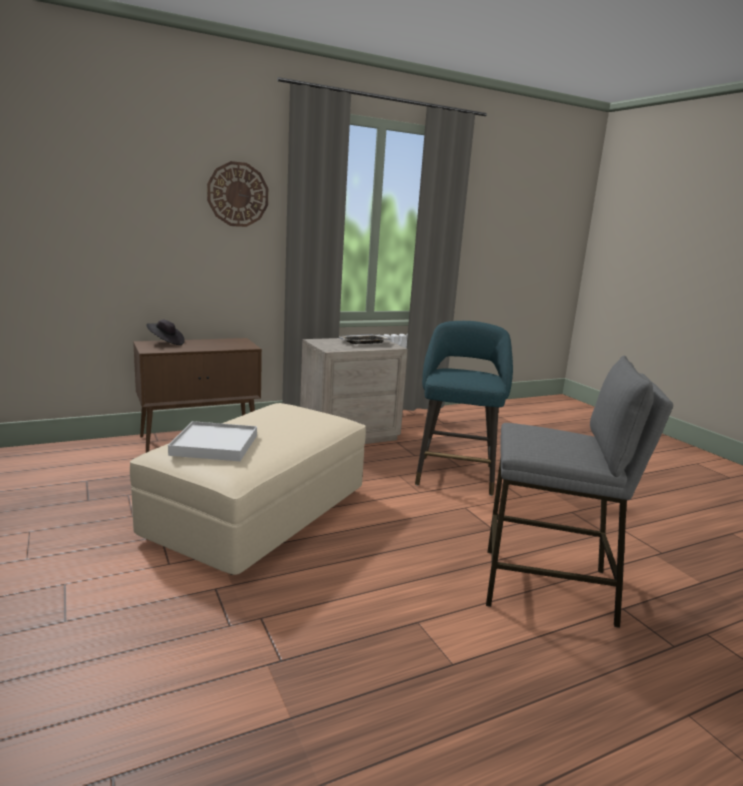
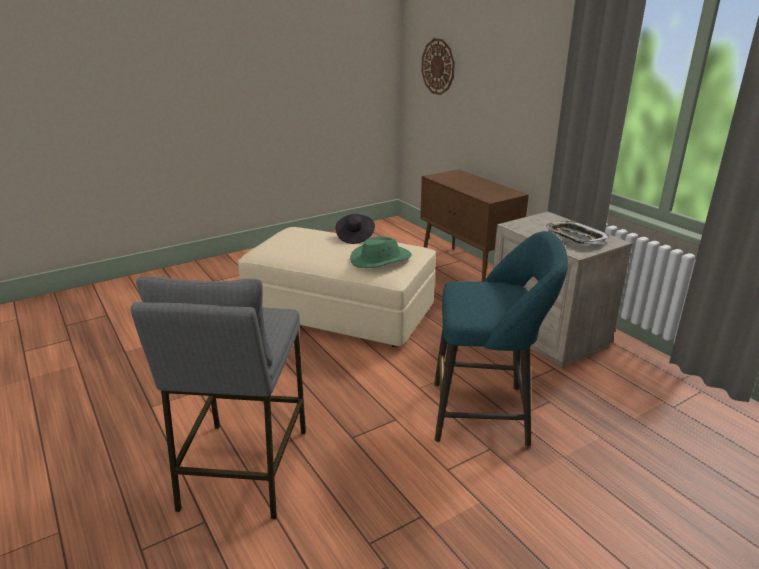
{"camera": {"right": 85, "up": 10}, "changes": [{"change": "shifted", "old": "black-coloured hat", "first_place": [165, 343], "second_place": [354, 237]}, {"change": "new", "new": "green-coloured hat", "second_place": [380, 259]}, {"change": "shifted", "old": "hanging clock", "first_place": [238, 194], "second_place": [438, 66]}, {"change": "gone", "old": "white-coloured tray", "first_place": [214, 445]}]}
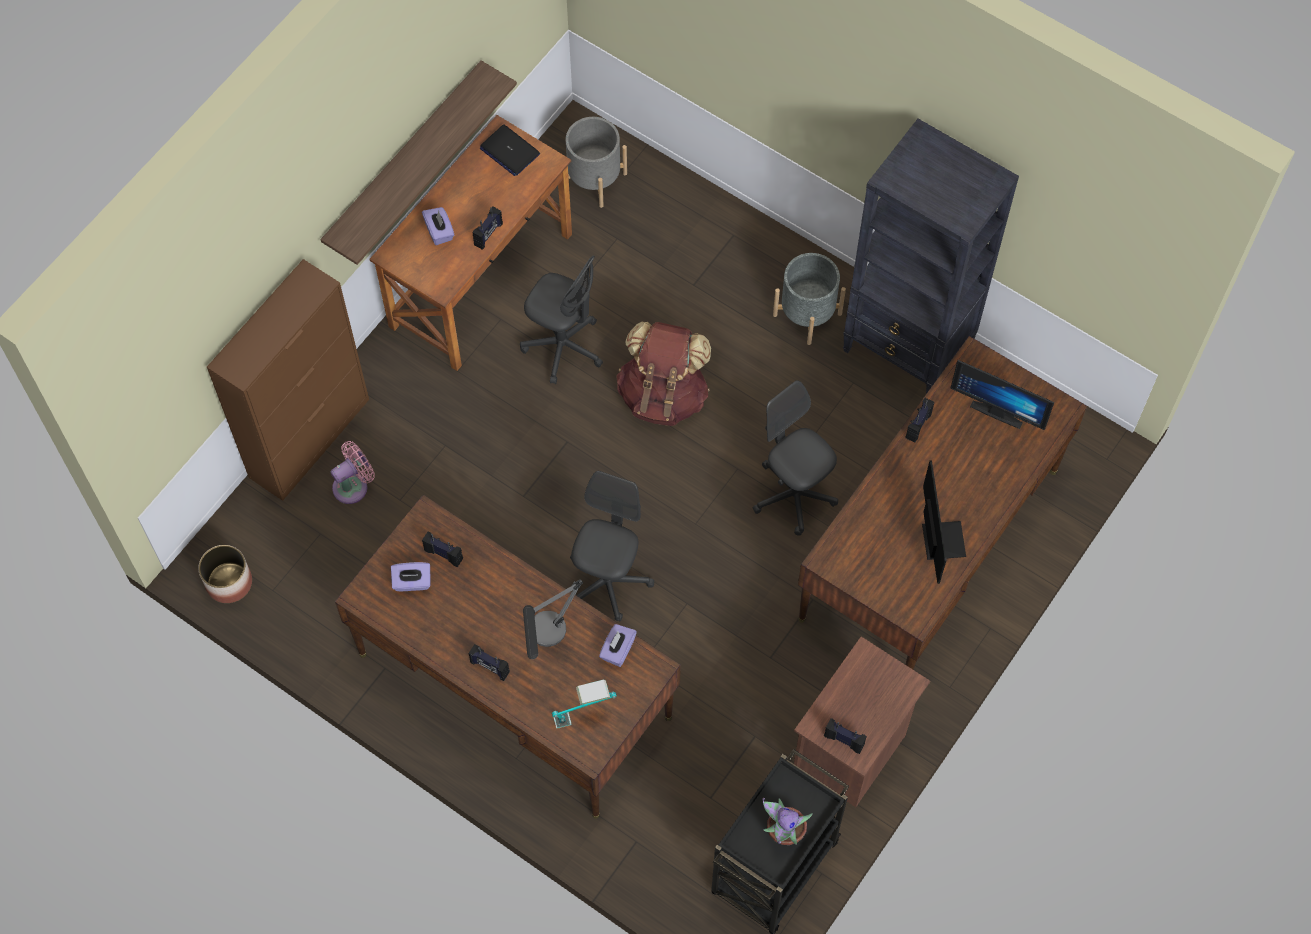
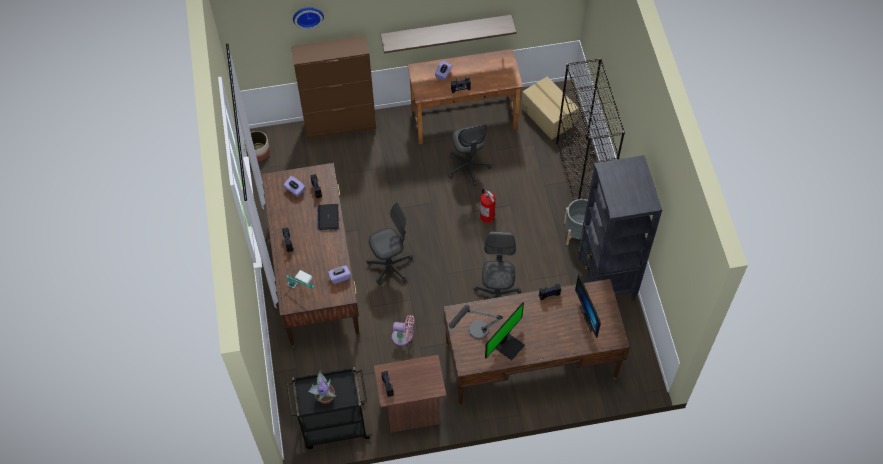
{"camera": {"right": 45, "up": -5}, "changes": [{"change": "new", "new": "hanging clock", "second_place": [308, 15]}, {"change": "shifted", "old": "portable computer", "first_place": [509, 151], "second_place": [328, 217]}, {"change": "shifted", "old": "pink-coloured cooling fan", "first_place": [353, 485], "second_place": [403, 337]}, {"change": "shifted", "old": "table lamp", "first_place": [546, 640], "second_place": [474, 333]}, {"change": "swapped", "old": "brown rucksack", "new": "fire-fighting cylinder", "first_place": [663, 395], "second_place": [487, 216]}, {"change": "swapped", "old": "grey flower pot", "new": "carton", "first_place": [594, 179], "second_place": [548, 115]}, {"change": "new", "new": "black-coloured bookshelf", "second_place": [582, 175]}]}
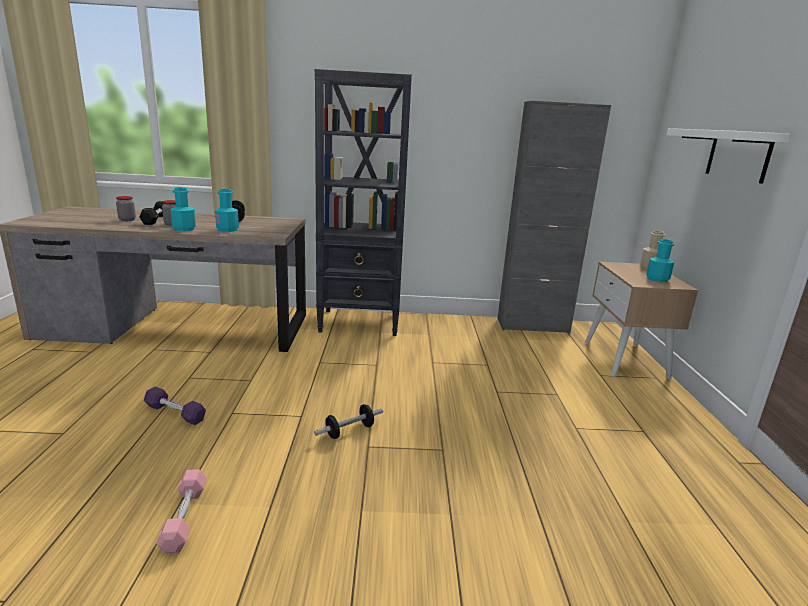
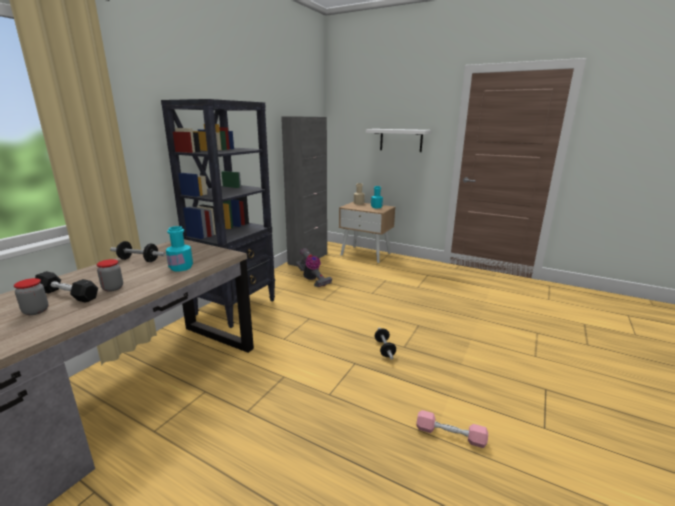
{"camera": {"right": -60, "up": 0}, "changes": [{"change": "new", "new": "hoover", "second_place": [312, 279]}, {"change": "gone", "old": "purplish hand weight", "first_place": [175, 413]}, {"change": "gone", "old": "turquoise drink bottle", "first_place": [184, 229]}]}
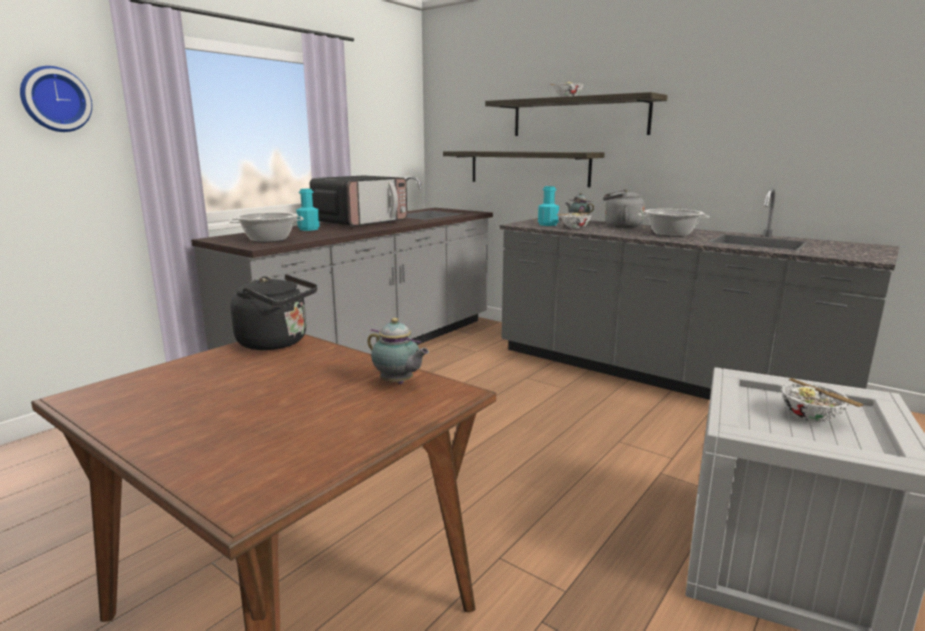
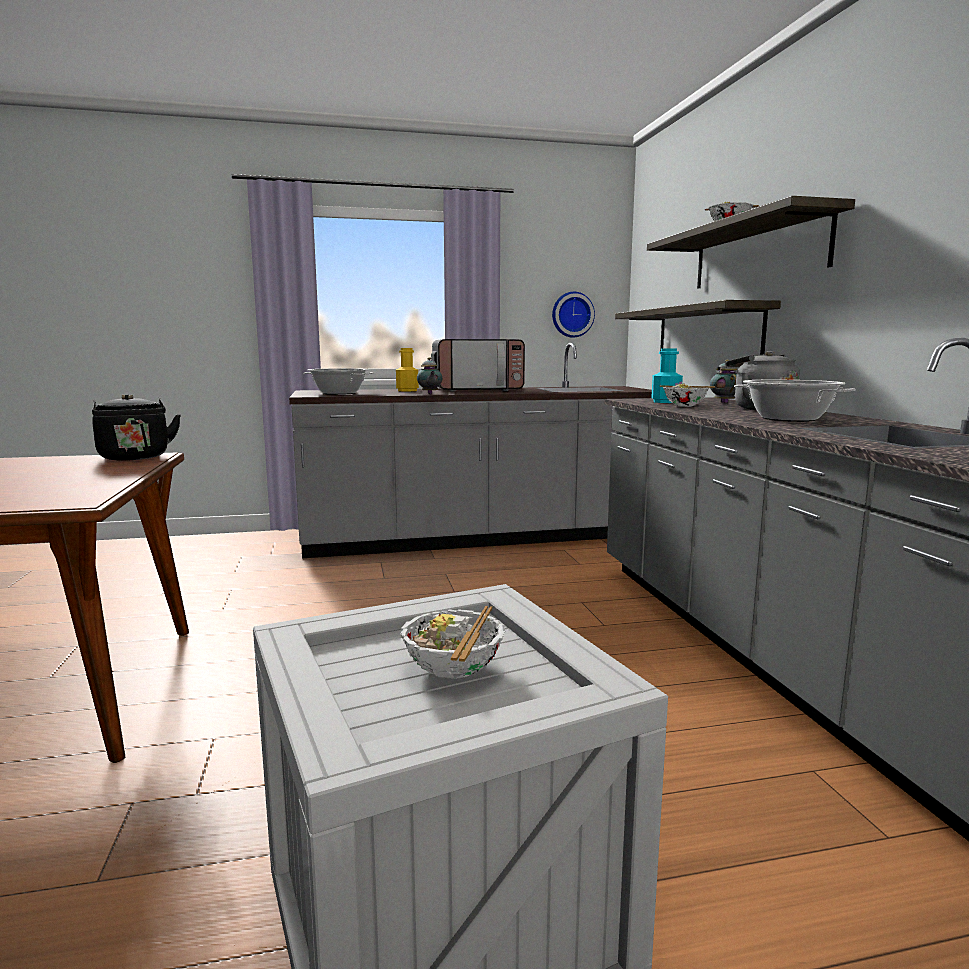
{"camera": {"right": 40, "up": -5}, "changes": [{"change": "repainted", "old": "turquoise drink bottle", "new": "yellowish drink bottle", "first_place": [309, 229], "second_place": [407, 390]}, {"change": "shifted", "old": "tea pot", "first_place": [398, 383], "second_place": [429, 394]}, {"change": "shifted", "old": "hanging clock", "first_place": [55, 99], "second_place": [572, 314]}]}
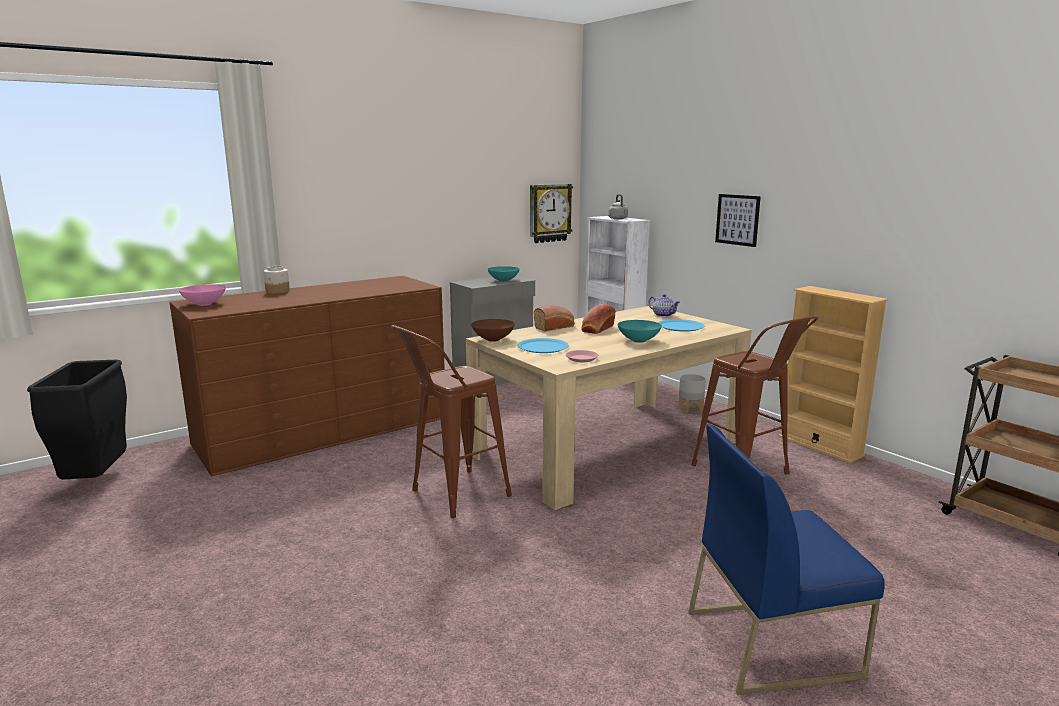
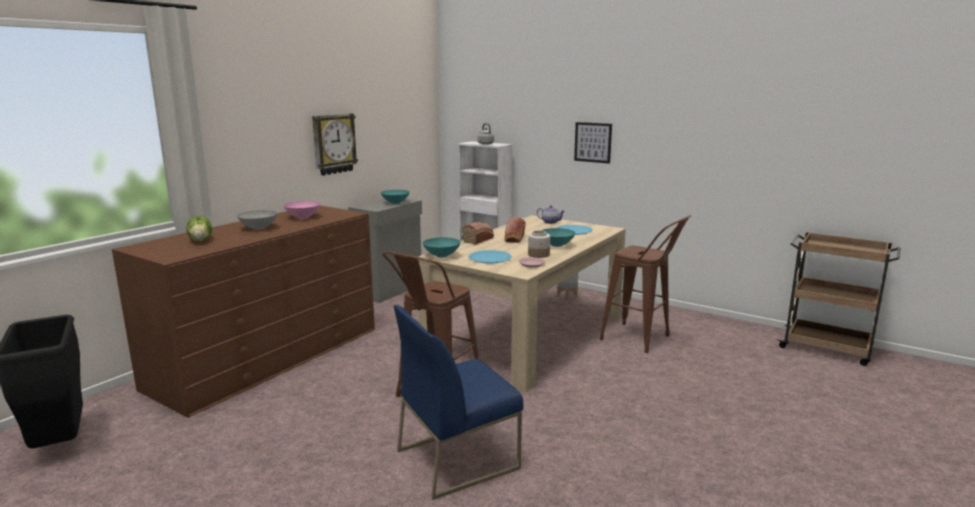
{"camera": {"right": -20, "up": 0}, "changes": [{"change": "new", "new": "head of lettuce", "second_place": [201, 240]}, {"change": "new", "new": "grey bowl", "second_place": [259, 228]}, {"change": "shifted", "old": "pink-coloured bowl", "first_place": [204, 304], "second_place": [302, 217]}, {"change": "shifted", "old": "hanging clock", "first_place": [549, 213], "second_place": [333, 144]}, {"change": "shifted", "old": "blue-coloured plain chair", "first_place": [772, 642], "second_place": [458, 458]}, {"change": "repainted", "old": "brown bowl", "new": "turquoise bowl", "first_place": [493, 339], "second_place": [441, 255]}, {"change": "shifted", "old": "storage jar", "first_place": [277, 291], "second_place": [539, 255]}, {"change": "gone", "old": "beige-coloured bookshelf", "first_place": [820, 446]}]}
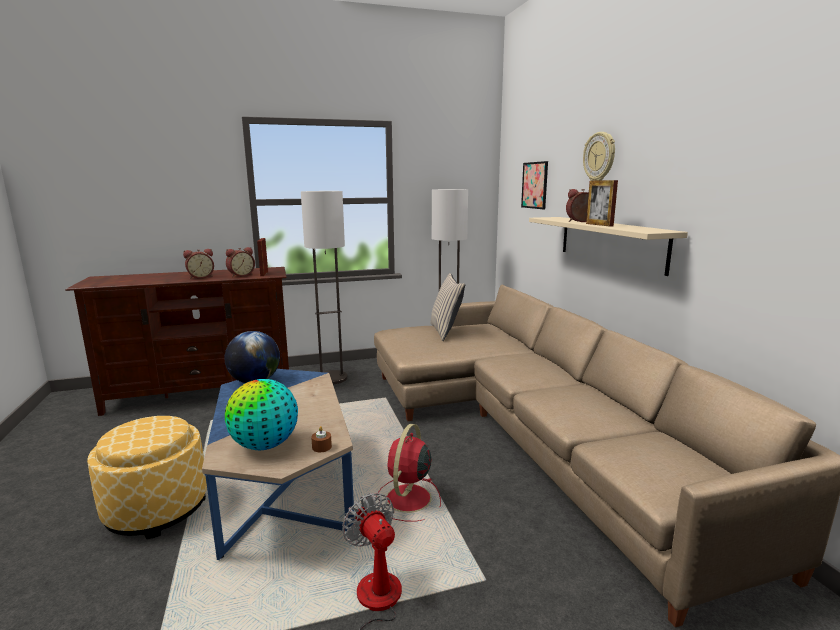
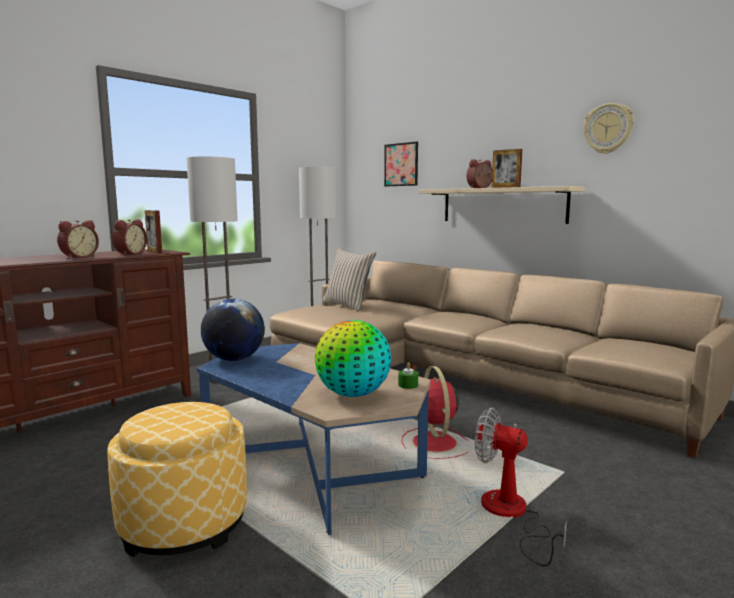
{"camera": {"right": -30, "up": -5}, "changes": [{"change": "repainted", "old": "brown candle", "new": "green-coloured candle", "first_place": [321, 447], "second_place": [408, 385]}, {"change": "shifted", "old": "hanging clock", "first_place": [599, 157], "second_place": [608, 128]}]}
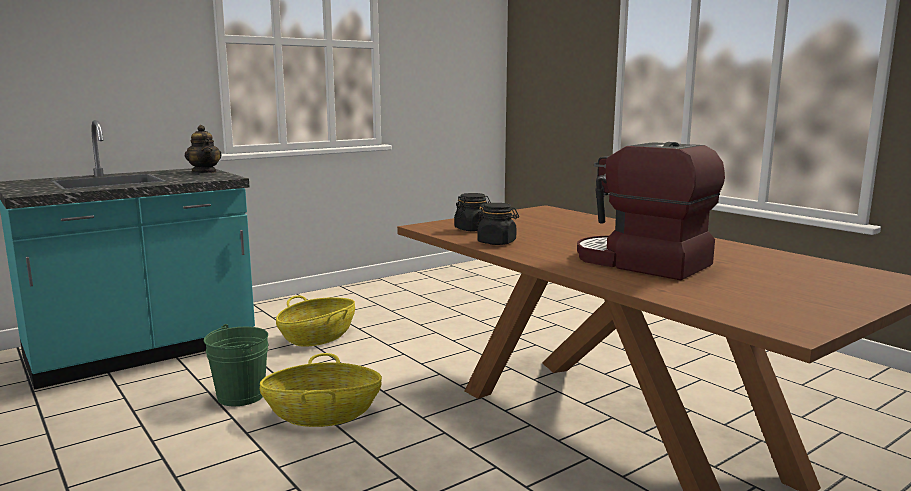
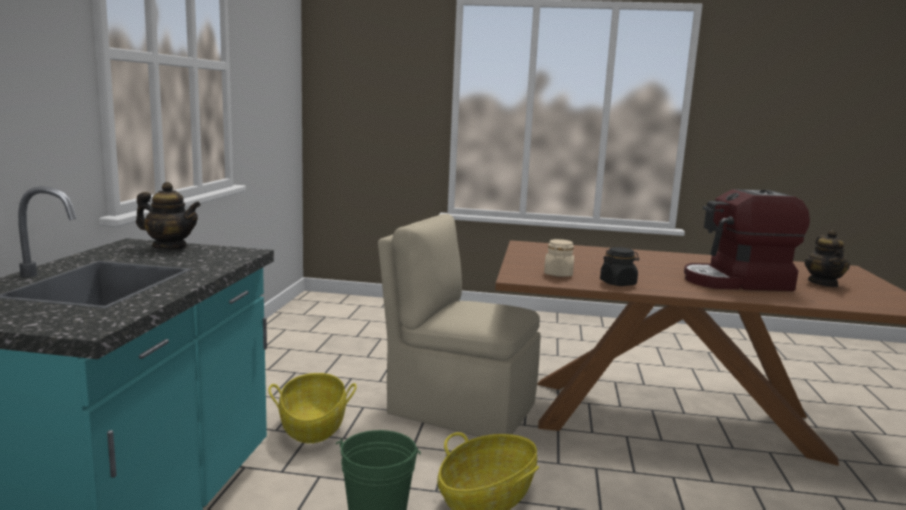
{"camera": {"right": -45, "up": 0}, "changes": [{"change": "new", "new": "beige-coloured plain chair", "second_place": [458, 407]}, {"change": "repainted", "old": "black-coloured storage jar", "new": "beige-coloured storage jar", "first_place": [472, 229], "second_place": [558, 274]}, {"change": "new", "new": "tea pot", "second_place": [823, 283]}]}
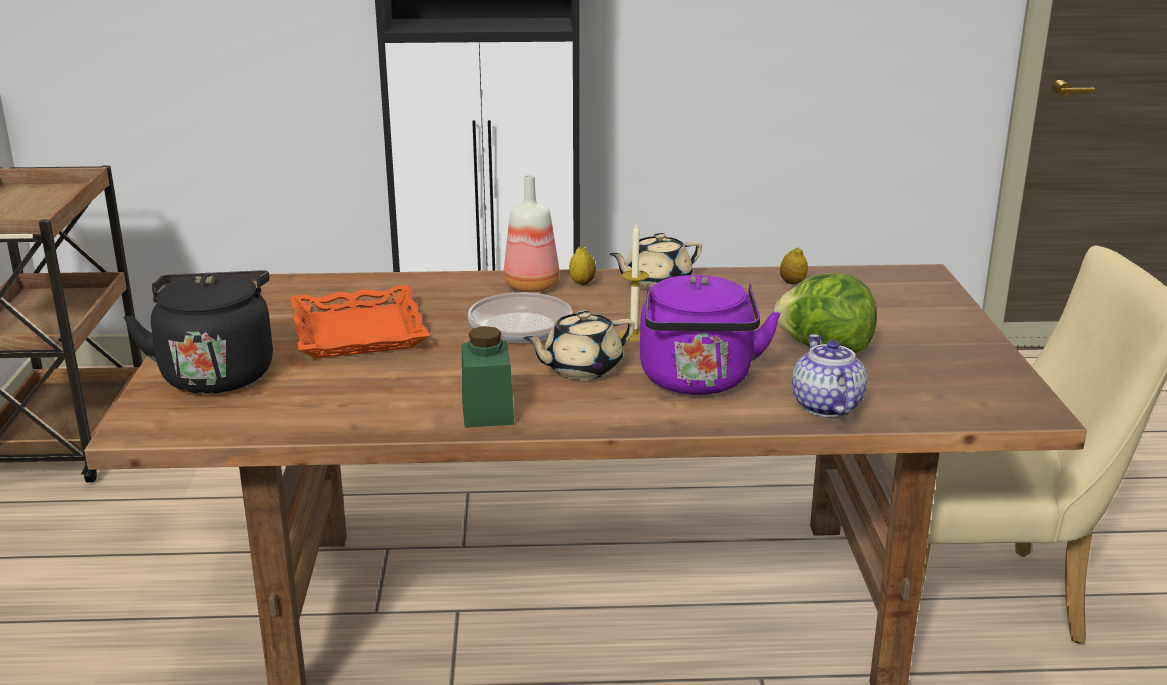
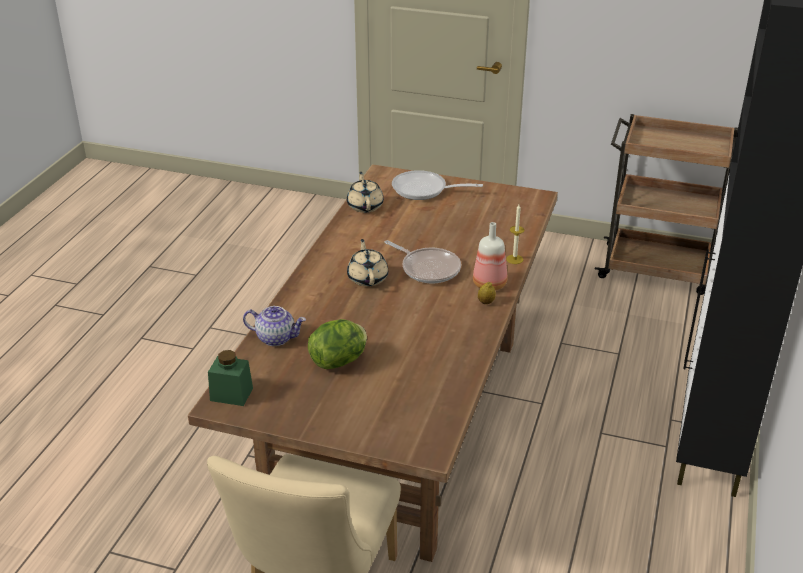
{"camera": {"right": 110, "up": 10}, "changes": [{"change": "shifted", "old": "green-coloured storage jar", "first_place": [487, 411], "second_place": [231, 394]}, {"change": "shifted", "old": "beige-coloured tea pot", "first_place": [656, 283], "second_place": [365, 206]}, {"change": "swapped", "old": "black-coloured kettle", "new": "frying pan", "first_place": [217, 373], "second_place": [424, 190]}, {"change": "shifted", "old": "candle", "first_place": [634, 335], "second_place": [514, 259]}, {"change": "gone", "old": "orange tray", "first_place": [360, 332]}, {"change": "gone", "old": "purplish kettle", "first_place": [697, 382]}, {"change": "gone", "old": "whole lemon", "first_place": [792, 283]}]}
